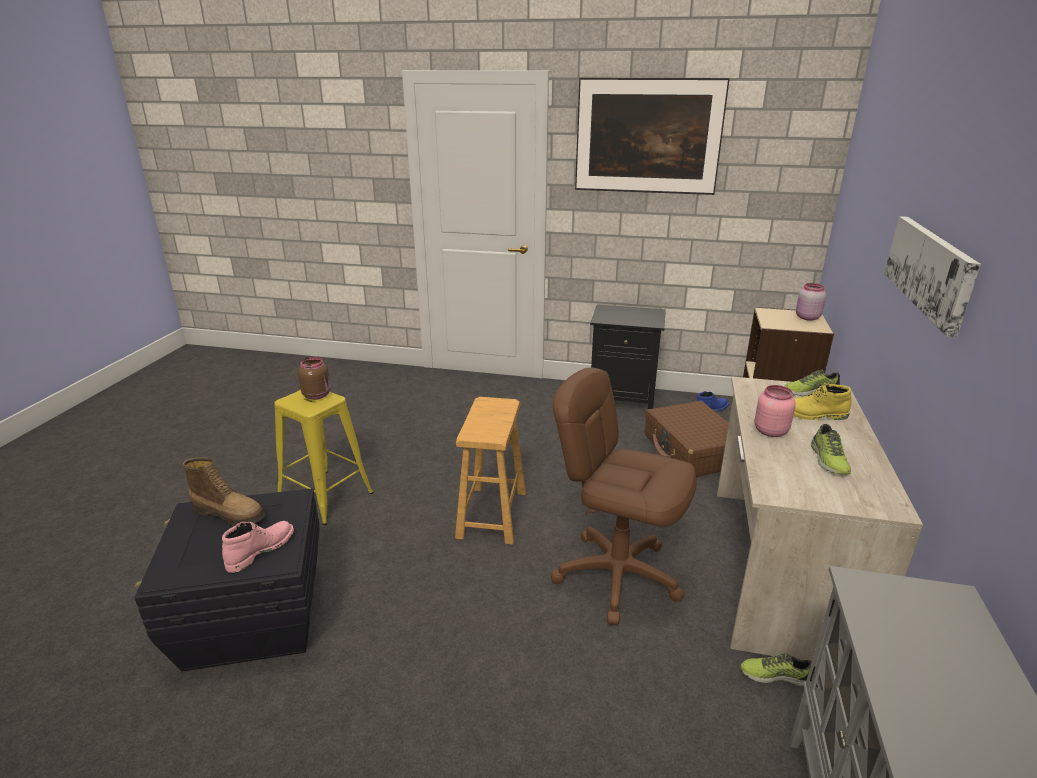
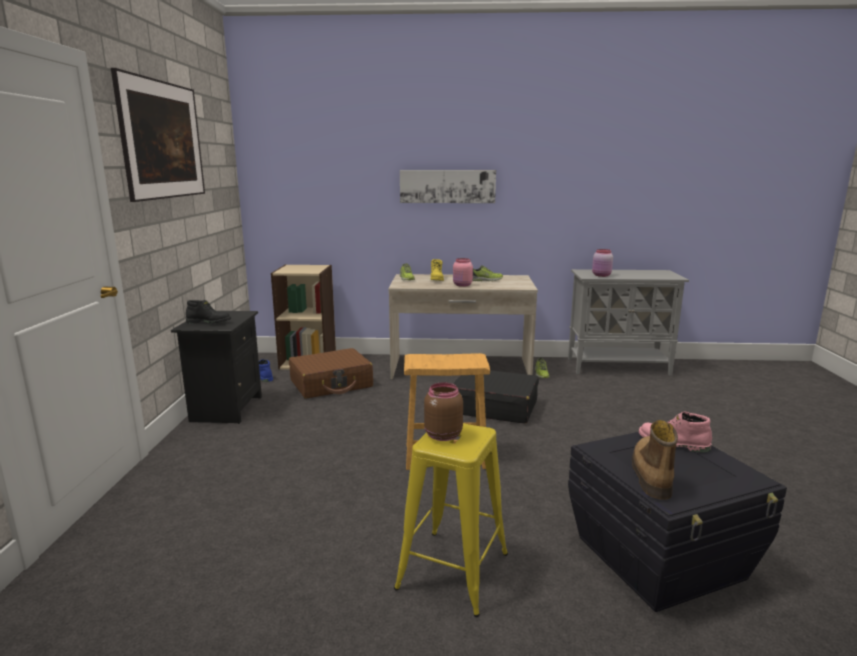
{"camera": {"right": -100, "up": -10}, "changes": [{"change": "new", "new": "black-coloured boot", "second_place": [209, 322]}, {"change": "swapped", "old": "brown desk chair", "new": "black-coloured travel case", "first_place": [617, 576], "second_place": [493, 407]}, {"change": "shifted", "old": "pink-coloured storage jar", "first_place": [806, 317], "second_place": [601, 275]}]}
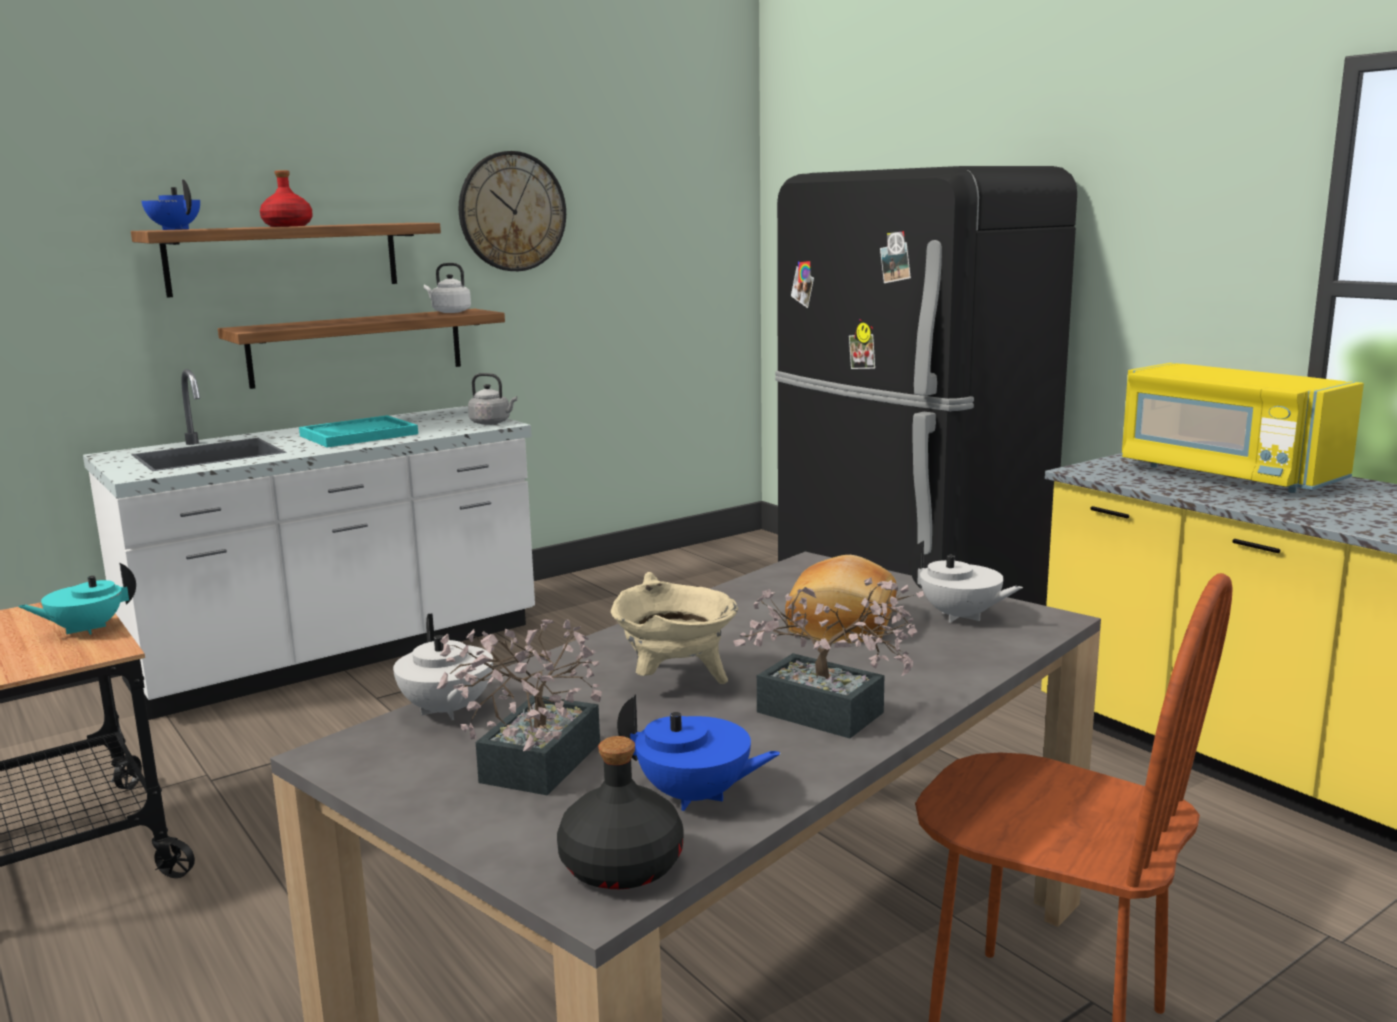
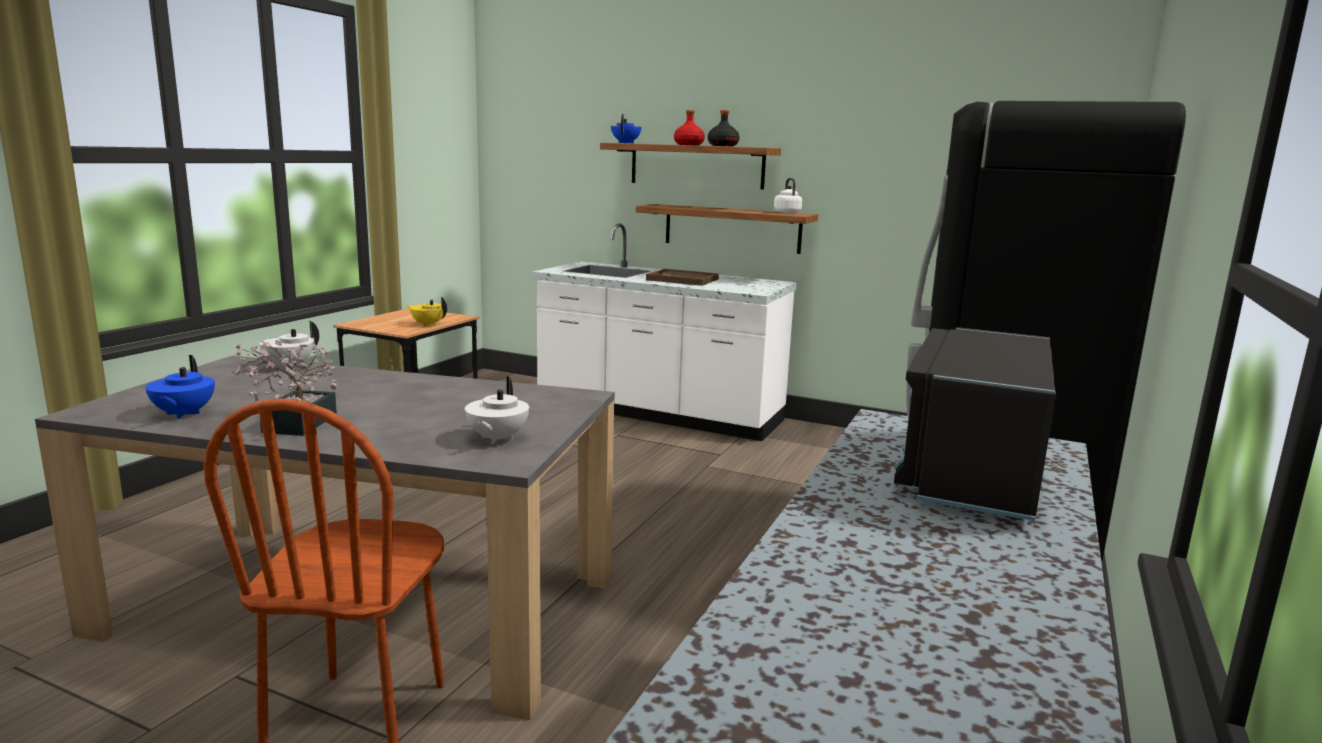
{"camera": {"right": 60, "up": 0}, "changes": [{"change": "repainted", "old": "turquoise tea pot", "new": "yellowish tea pot", "first_place": [86, 630], "second_place": [428, 324]}, {"change": "repainted", "old": "turquoise tray", "new": "brown tray", "first_place": [359, 435], "second_place": [682, 279]}, {"change": "shifted", "old": "black-coloured drink bottle", "first_place": [620, 866], "second_place": [722, 146]}, {"change": "repainted", "old": "yellowish microwave oven", "new": "black-coloured microwave oven", "first_place": [1226, 474], "second_place": [972, 472]}, {"change": "gone", "old": "houseplant", "first_place": [531, 769]}, {"change": "gone", "old": "hanging clock", "first_place": [512, 211]}, {"change": "gone", "old": "grey kettle", "first_place": [492, 423]}, {"change": "gone", "old": "beige-coloured stockpot", "first_place": [676, 682]}, {"change": "gone", "old": "baked bread", "first_place": [845, 624]}]}
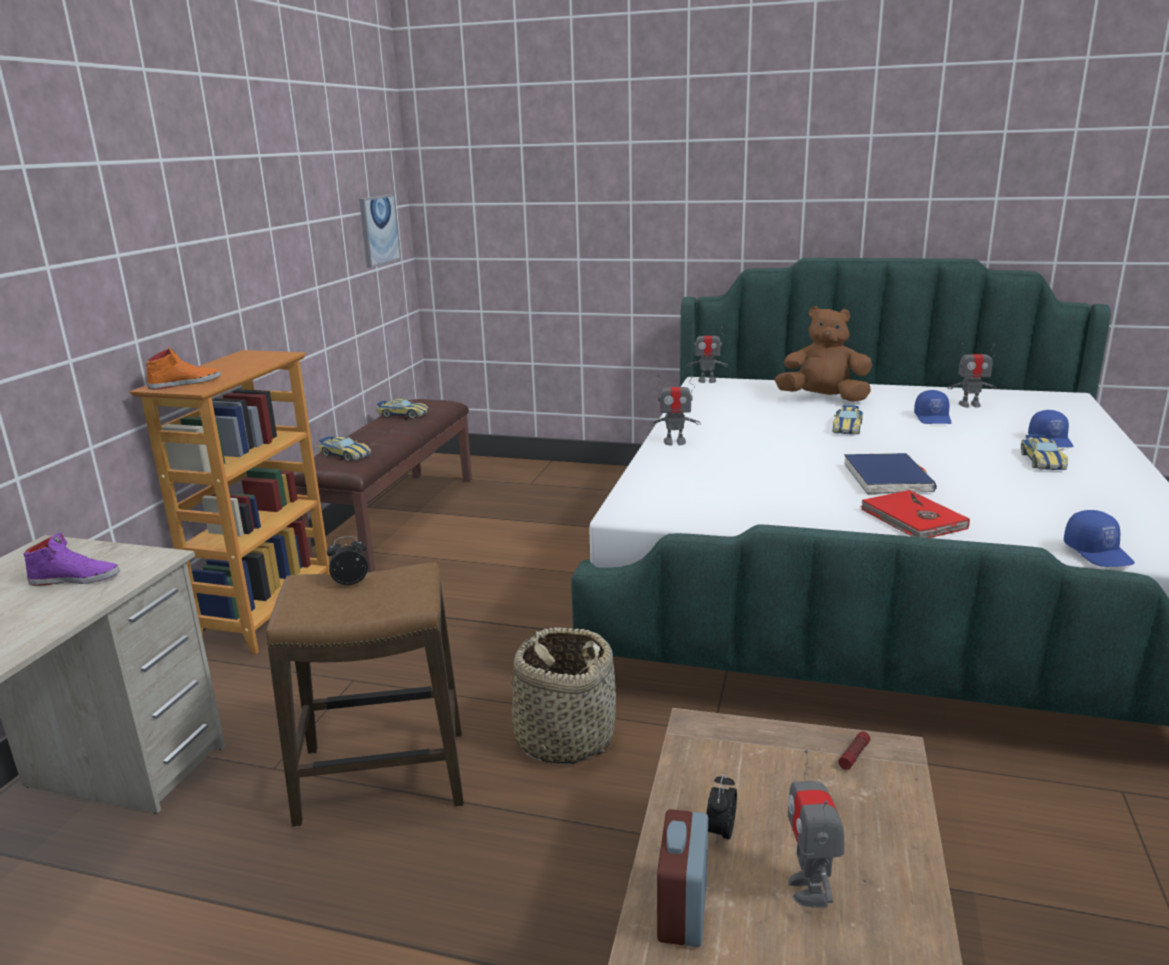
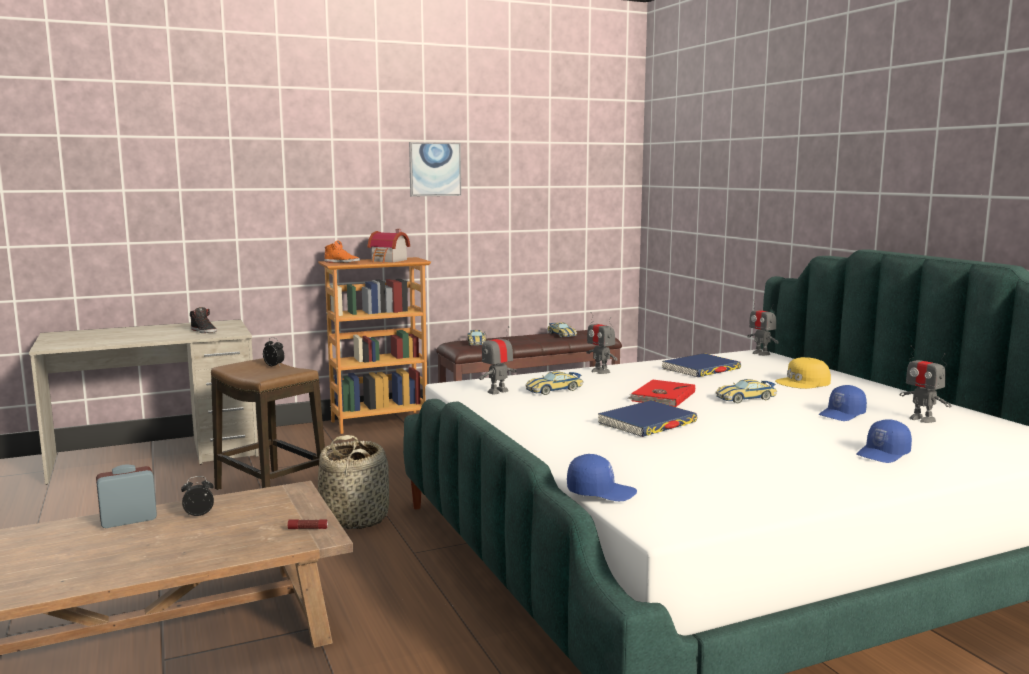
{"camera": {"right": 50, "up": -10}, "changes": [{"change": "repainted", "old": "purplish item of footwear", "new": "black-coloured item of footwear", "first_place": [75, 578], "second_place": [204, 331]}, {"change": "new", "new": "miniature house", "second_place": [388, 260]}, {"change": "shifted", "old": "wall art", "first_place": [378, 230], "second_place": [435, 169]}, {"change": "shifted", "old": "robot figure", "first_place": [809, 889], "second_place": [497, 391]}, {"change": "shifted", "old": "model car", "first_place": [1042, 461], "second_place": [554, 390]}, {"change": "rotated", "old": "blue-coloured cap", "first_place": [1098, 553], "second_place": [601, 492], "degrees": -120}, {"change": "shifted", "old": "red bound book", "first_place": [912, 520], "second_place": [662, 396]}, {"change": "new", "new": "blue-coloured bound book", "second_place": [701, 369]}, {"change": "swapped", "old": "brown soft toy", "new": "yellowish cap", "first_place": [823, 399], "second_place": [803, 382]}]}
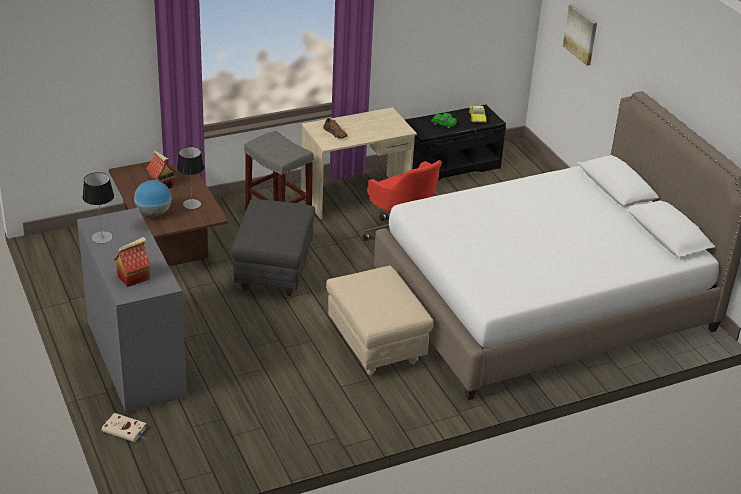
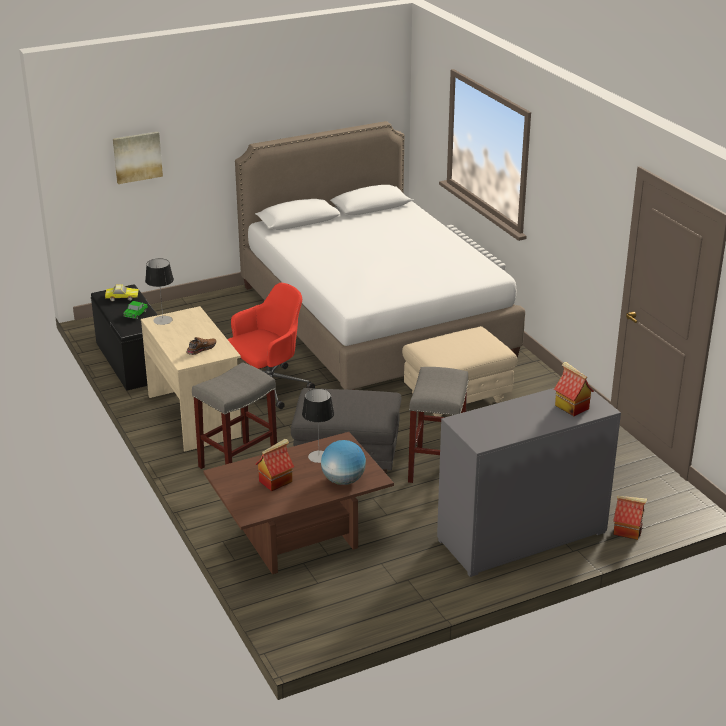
{"camera": {"right": -90, "up": -5}, "changes": [{"change": "shifted", "old": "table lamp", "first_place": [102, 237], "second_place": [163, 320]}, {"change": "new", "new": "grey stool seat", "second_place": [436, 466]}, {"change": "swapped", "old": "beige-coloured bound book", "new": "miniature house", "first_place": [125, 430], "second_place": [627, 531]}]}
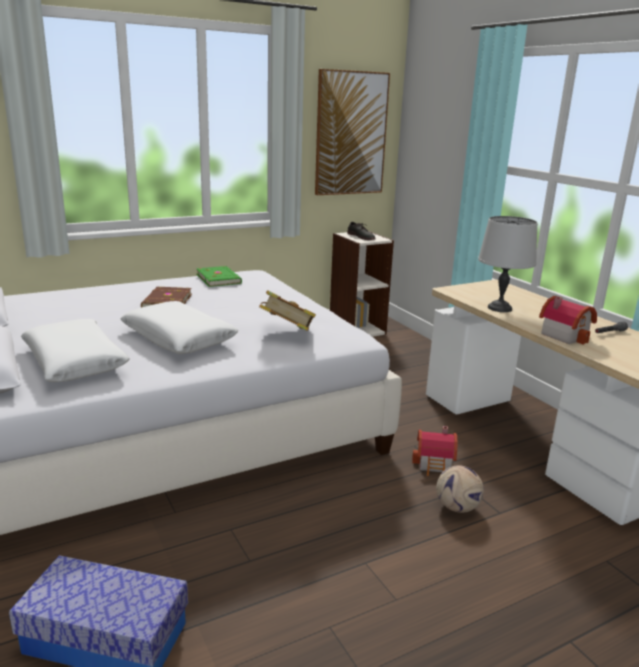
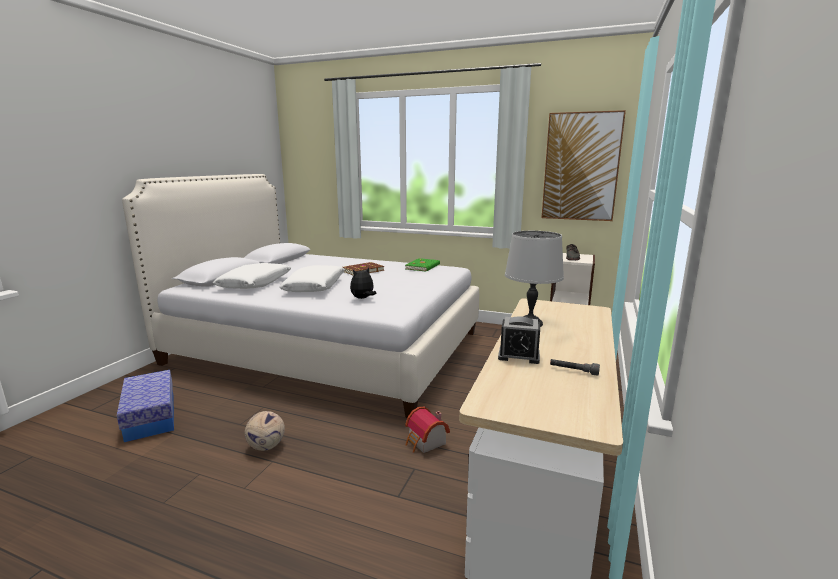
{"camera": {"right": 50, "up": -5}, "changes": [{"change": "shifted", "old": "football", "first_place": [457, 508], "second_place": [266, 447]}, {"change": "swapped", "old": "bound book", "new": "soft toy", "first_place": [287, 333], "second_place": [363, 298]}, {"change": "swapped", "old": "miniature house", "new": "table clock", "first_place": [565, 335], "second_place": [518, 356]}]}
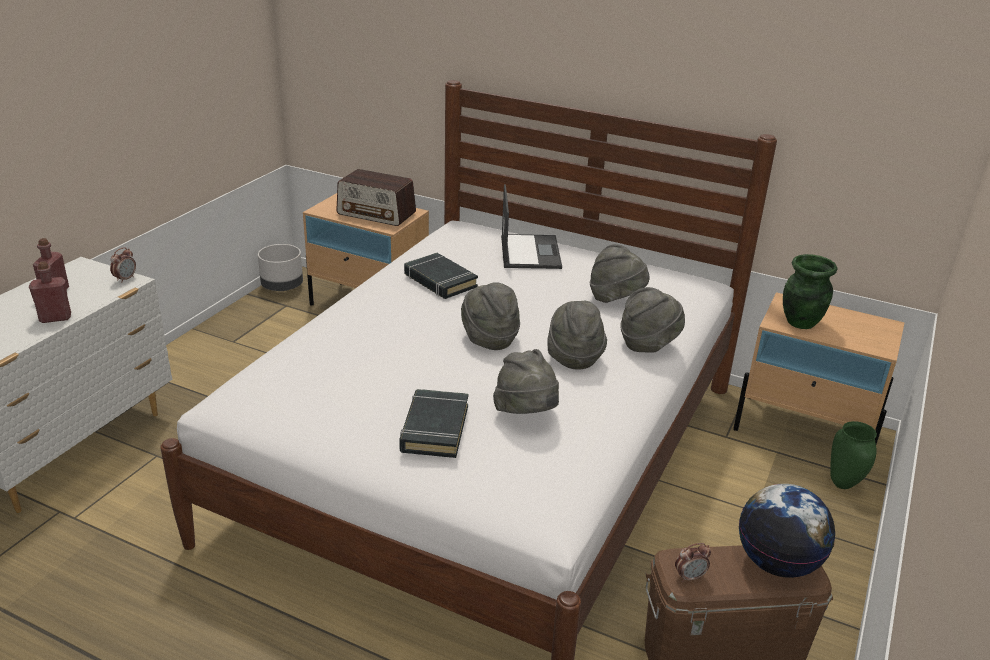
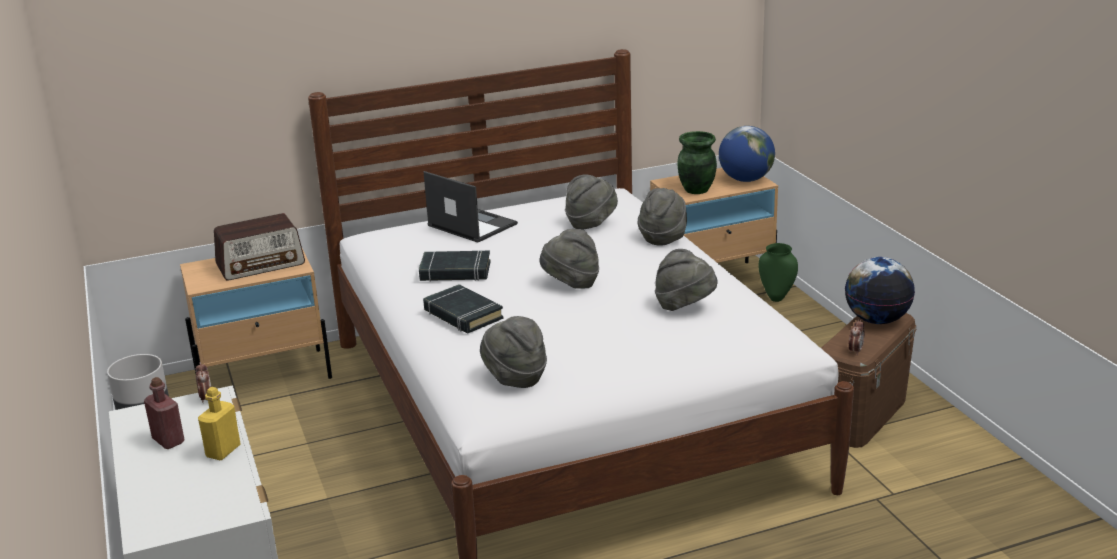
{"camera": {"right": -45, "up": -5}, "changes": [{"change": "repainted", "old": "red drink bottle", "new": "yellowish drink bottle", "first_place": [55, 318], "second_place": [223, 451]}, {"change": "shifted", "old": "black-coloured bound book", "first_place": [434, 428], "second_place": [462, 314]}, {"change": "shifted", "old": "grey hat", "first_place": [574, 356], "second_place": [514, 378]}, {"change": "new", "new": "desk globe", "second_place": [746, 180]}]}
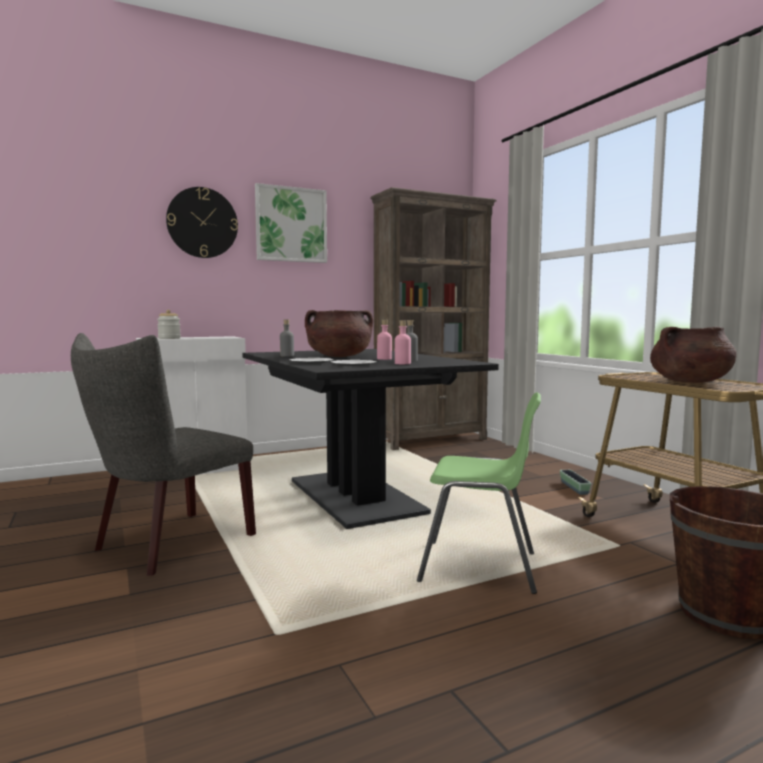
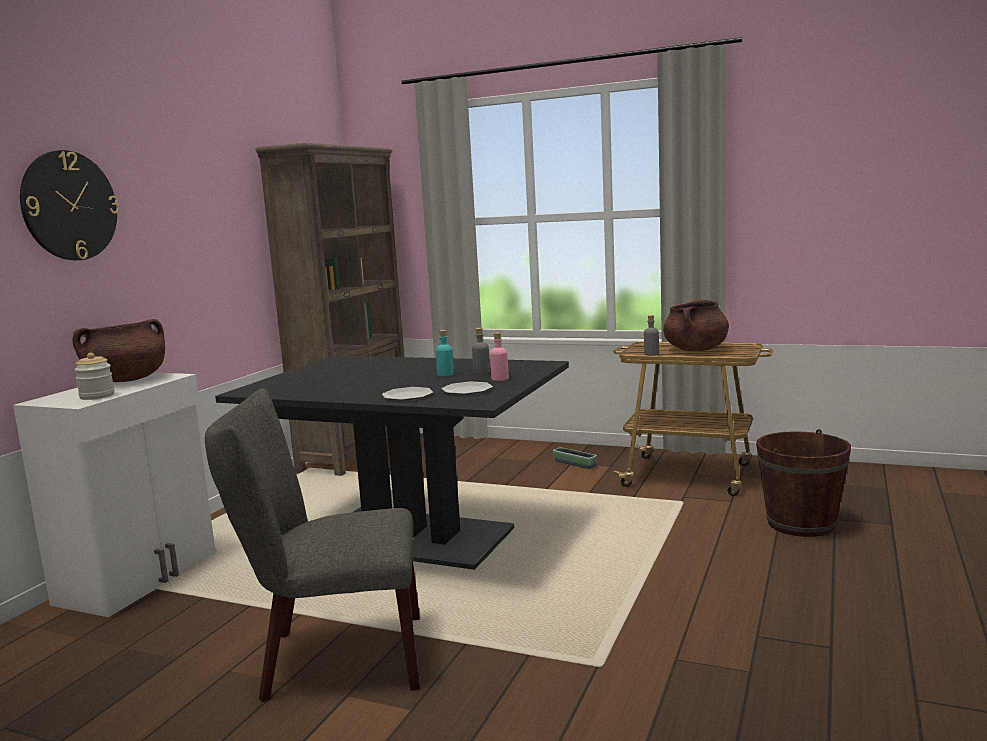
{"camera": {"right": -40, "up": 5}, "changes": [{"change": "shifted", "old": "brown stockpot", "first_place": [339, 356], "second_place": [126, 380]}, {"change": "rotated", "old": "grey plain chair", "first_place": [167, 545], "second_place": [332, 659], "degrees": 90}, {"change": "repainted", "old": "pink-coloured drink bottle", "new": "turquoise drink bottle", "first_place": [384, 359], "second_place": [445, 374]}, {"change": "shifted", "old": "grey drink bottle", "first_place": [287, 356], "second_place": [651, 353]}, {"change": "gone", "old": "wall art", "first_place": [291, 224]}, {"change": "gone", "old": "green-coloured plain chair", "first_place": [480, 567]}]}
